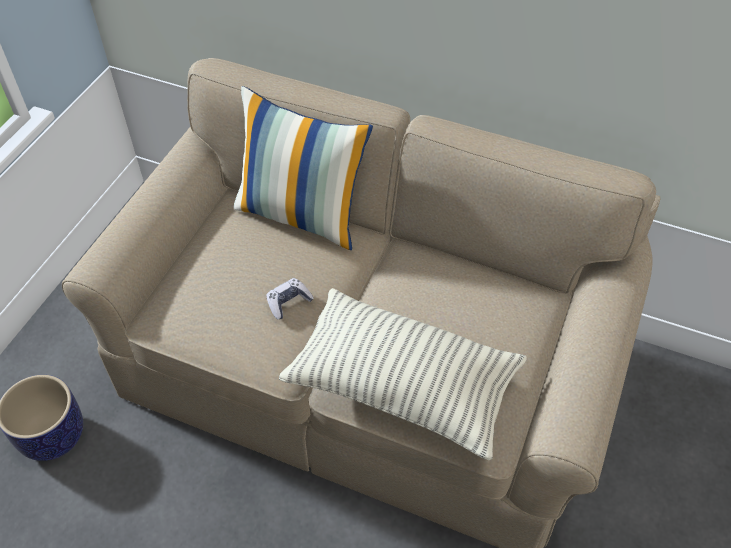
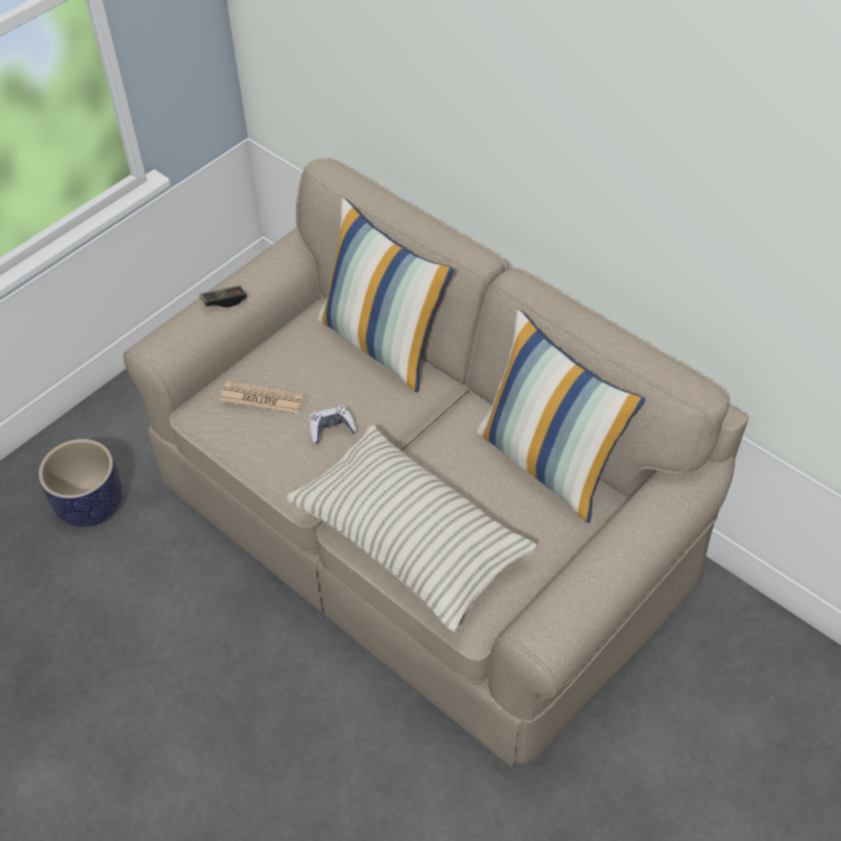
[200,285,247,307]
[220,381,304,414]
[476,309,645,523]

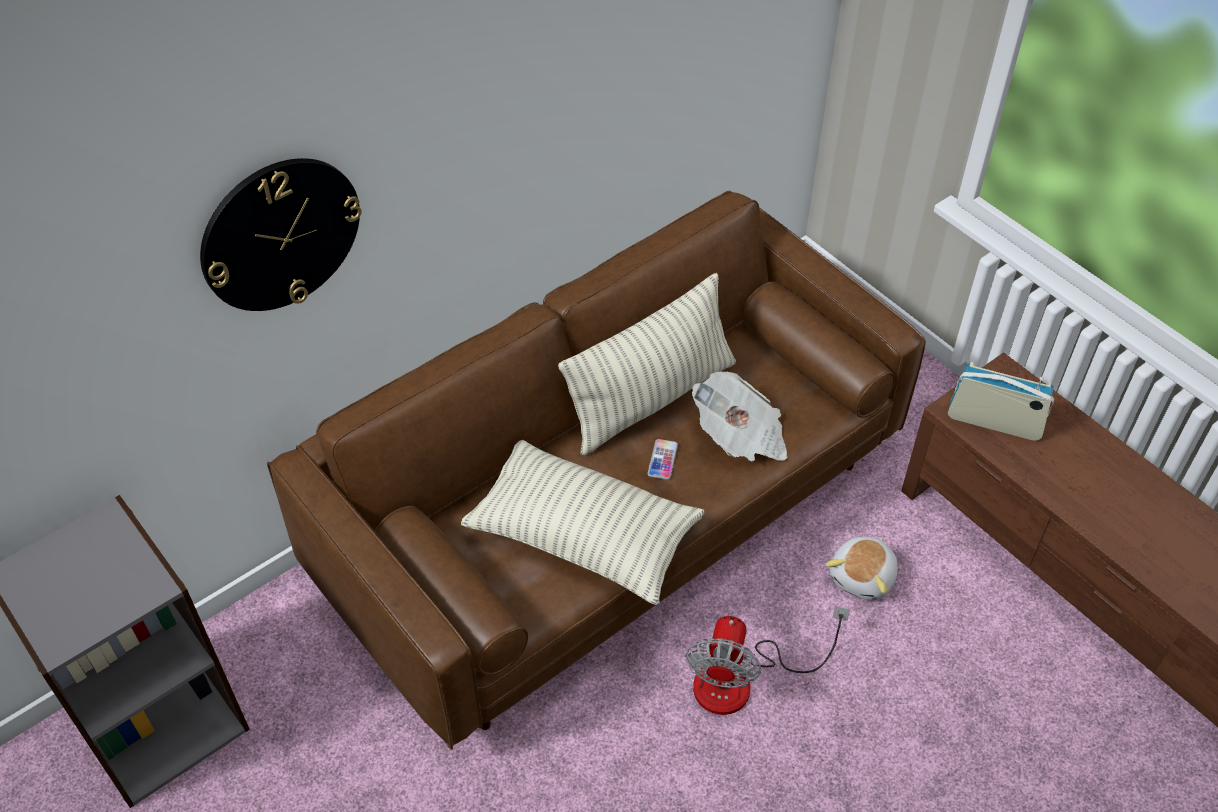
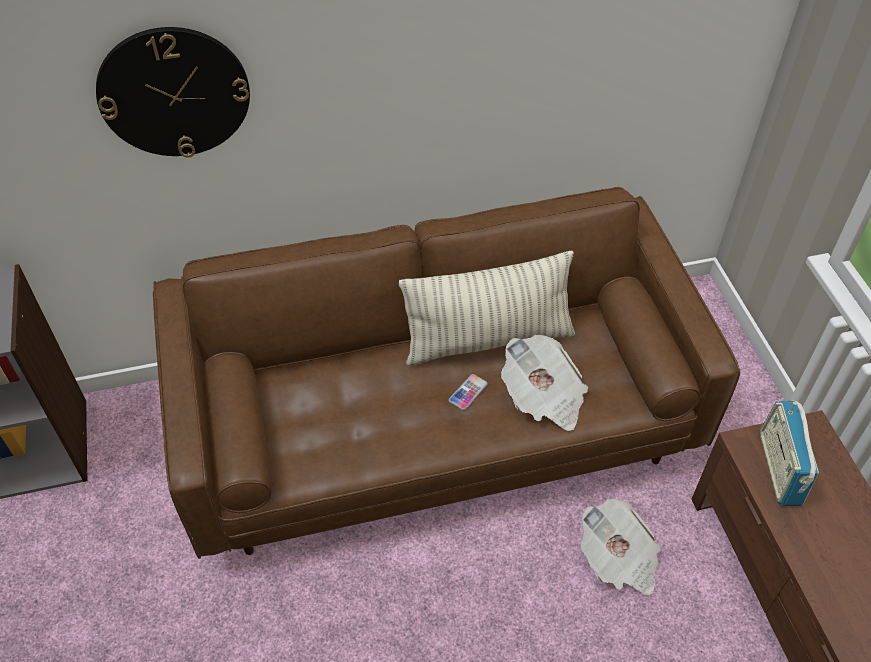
[461,440,705,605] (first image)
[685,606,850,715] (first image)
[581,499,661,595]
[760,400,819,506]

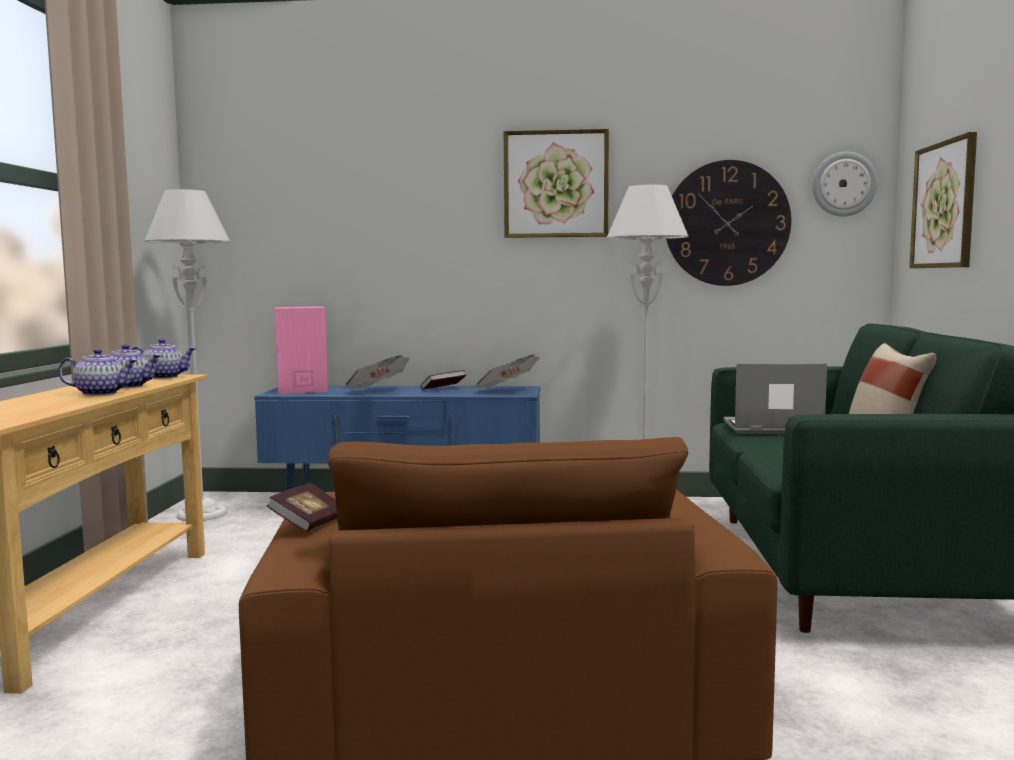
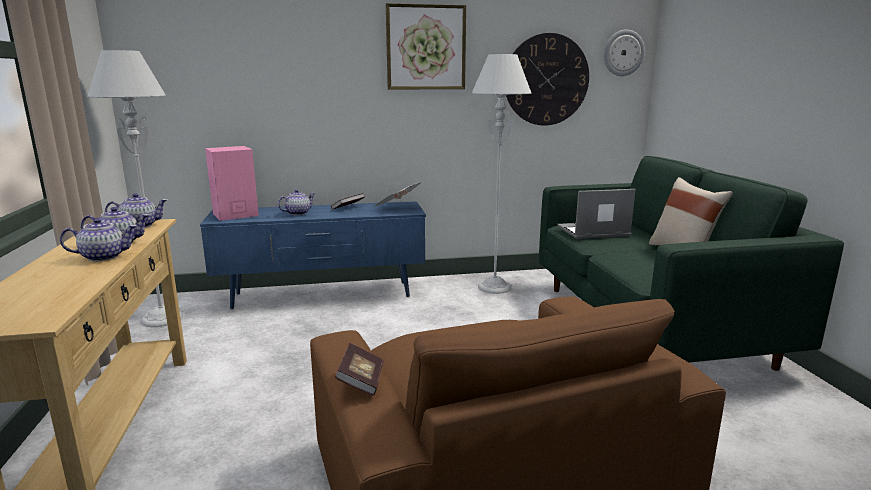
[909,132,977,268] (first image)
[278,190,316,215]

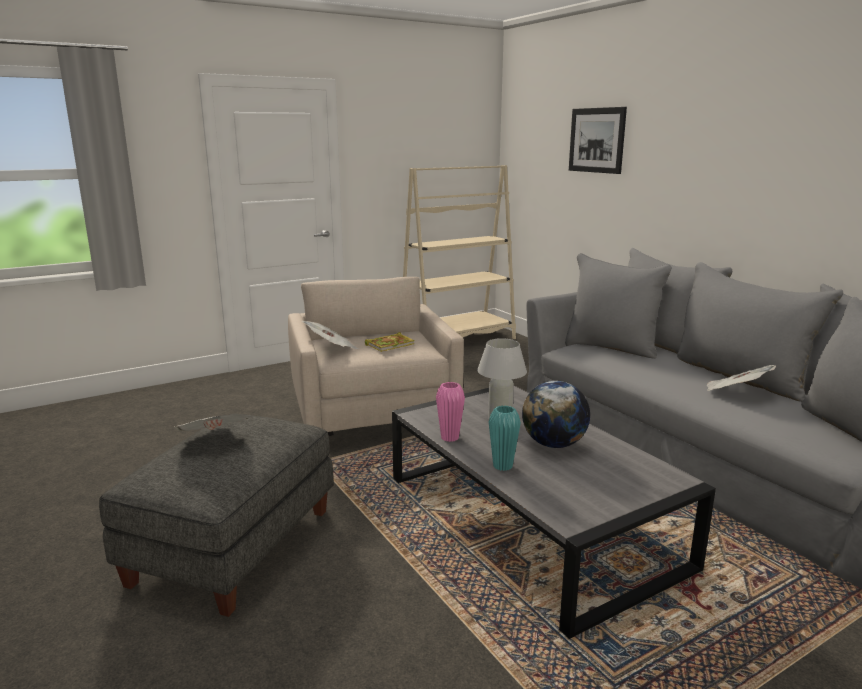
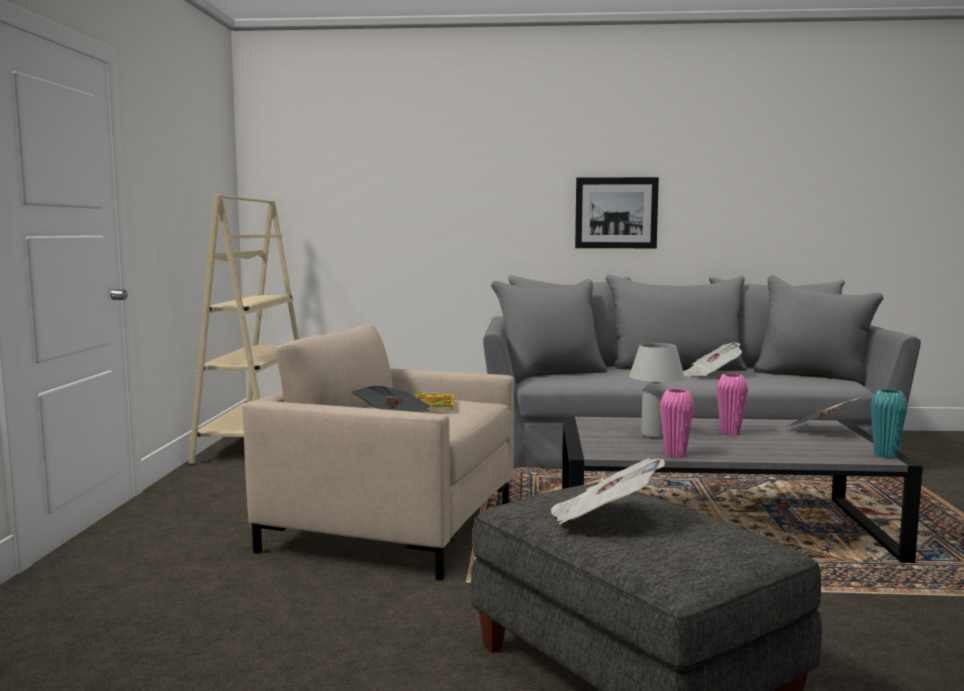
[786,397,862,427]
[870,389,908,458]
[575,177,659,248]
[717,374,748,436]

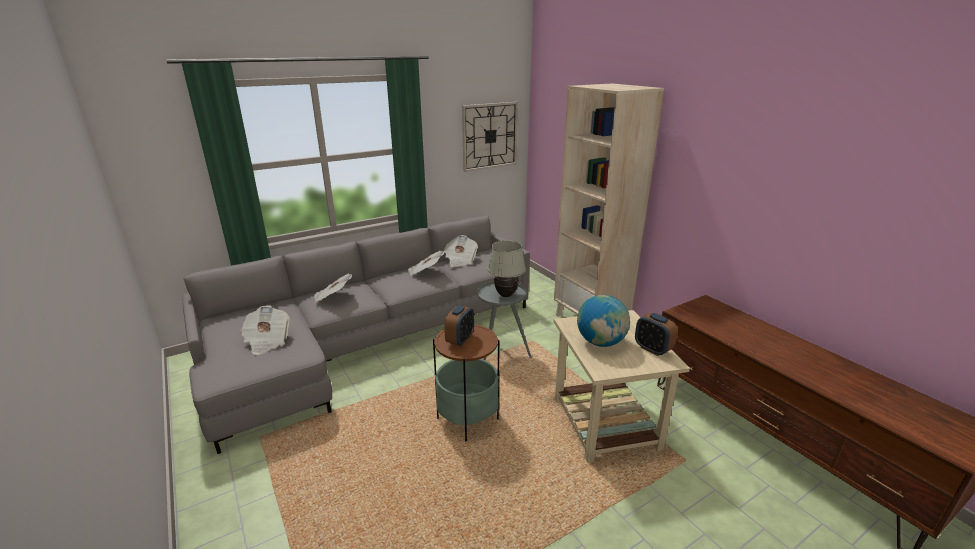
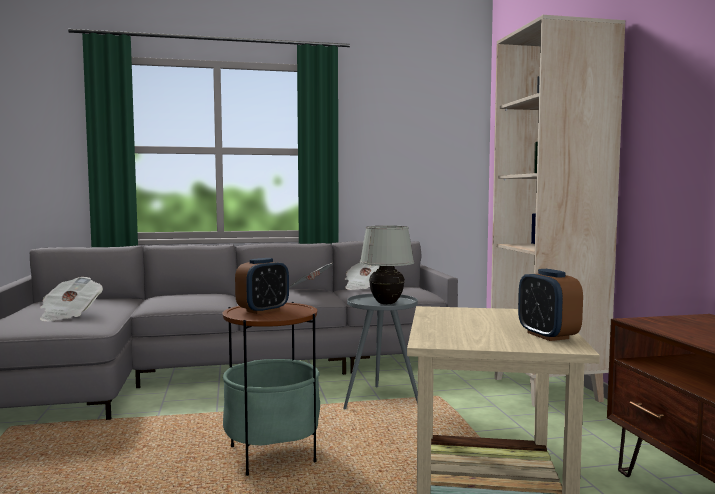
[314,273,352,303] (first image)
[462,102,518,172] (first image)
[577,295,630,347] (first image)

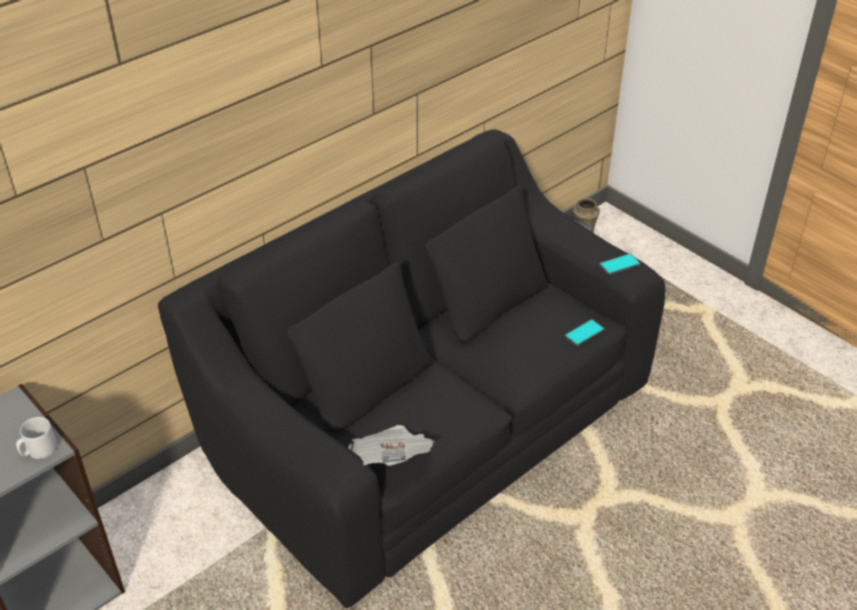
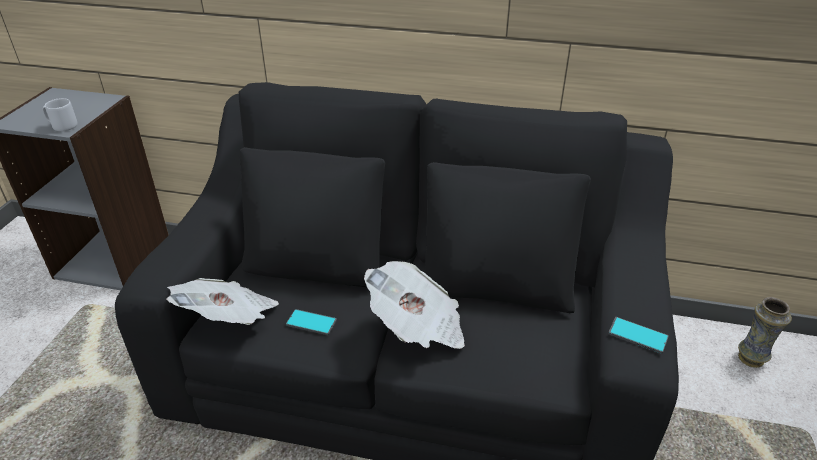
[364,261,465,349]
[286,309,337,335]

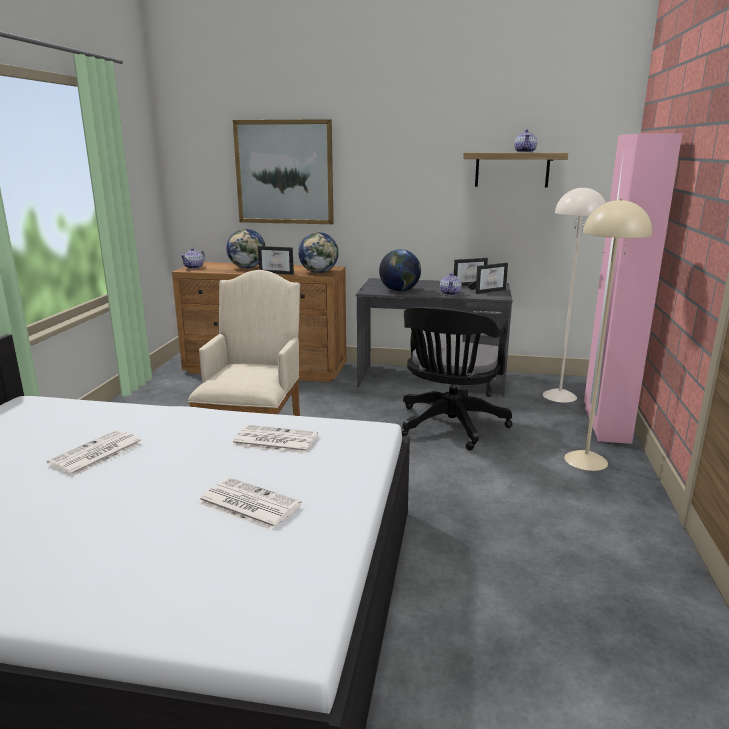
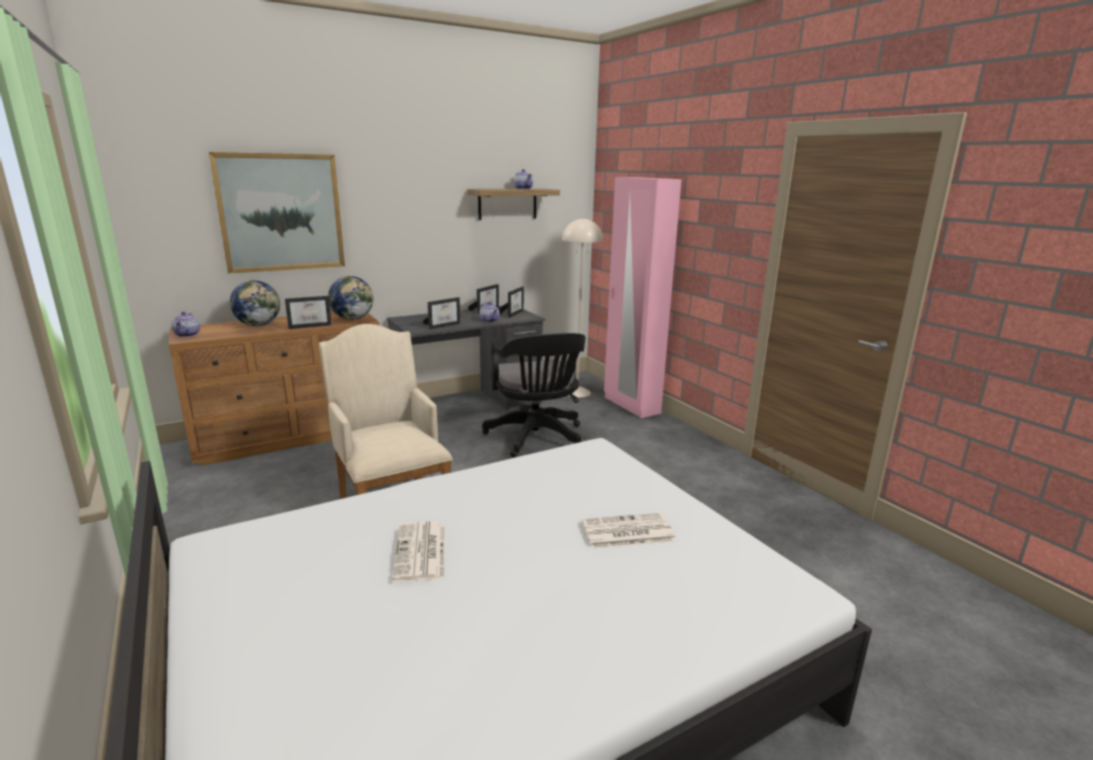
[232,425,318,454] (first image)
[564,198,652,471] (first image)
[423,297,460,329]

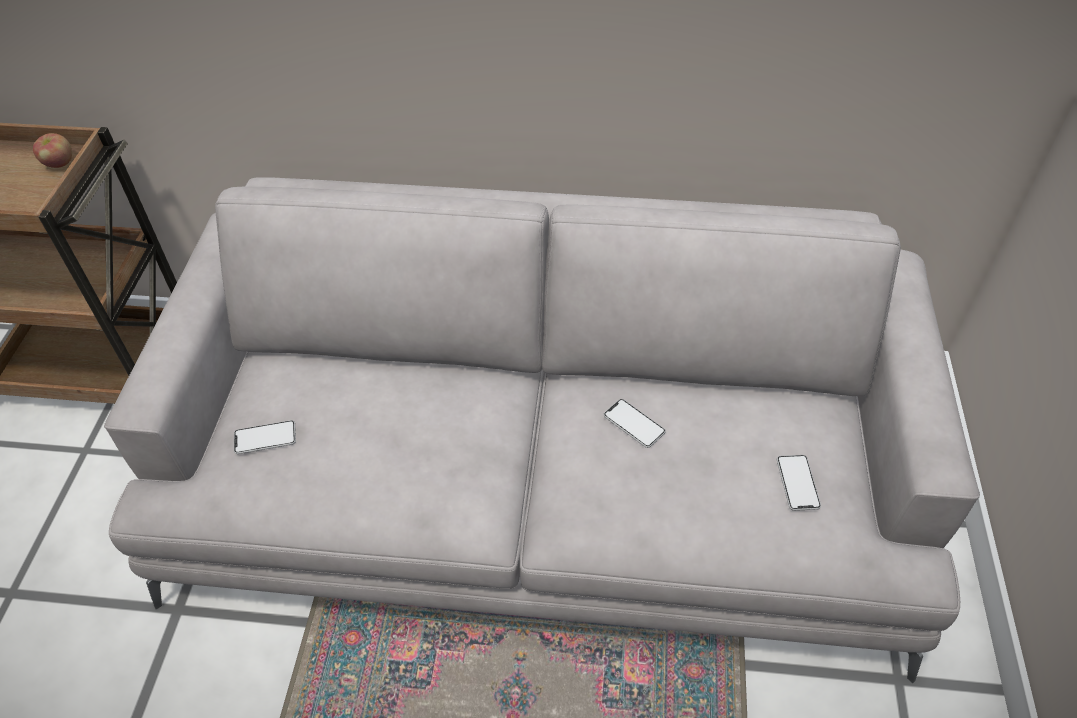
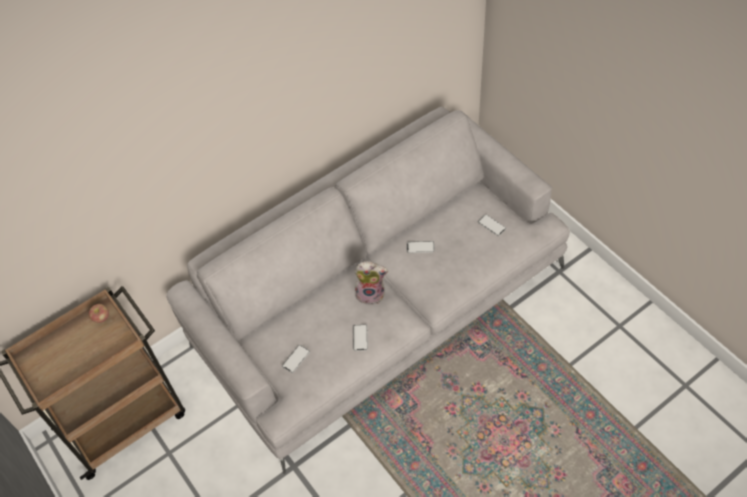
[353,324,368,351]
[354,261,388,305]

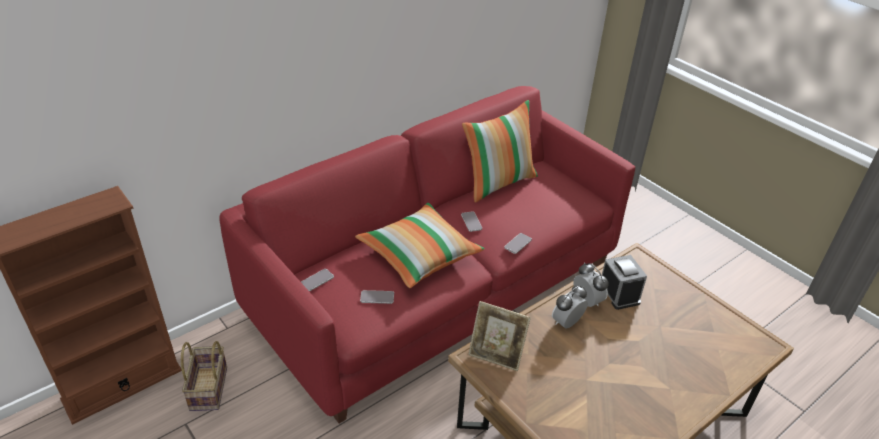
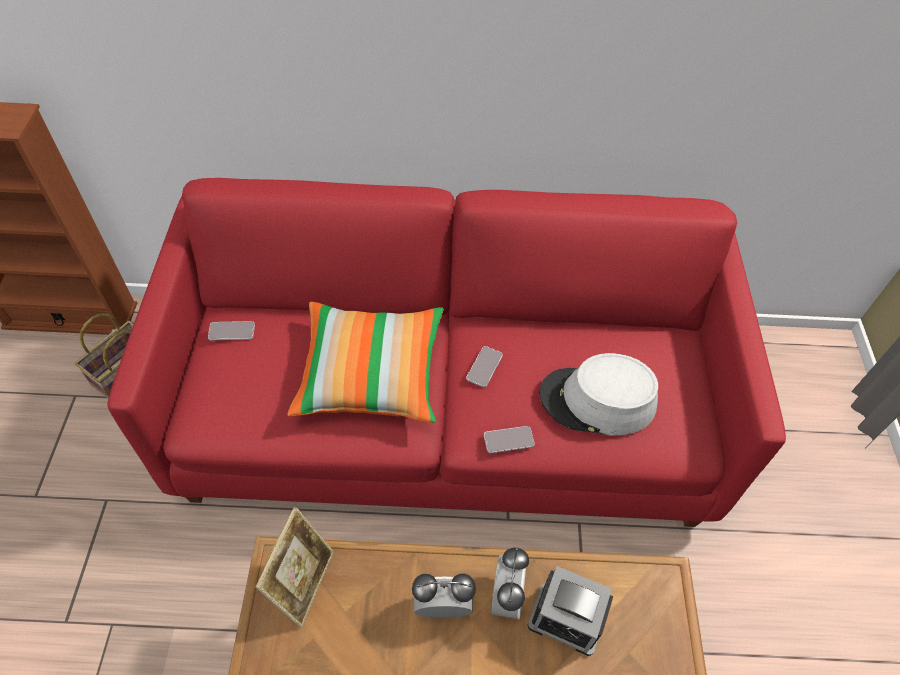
[360,290,394,304] (first image)
[462,100,538,203] (first image)
[539,353,658,436]
[255,507,334,628]
[527,566,613,656]

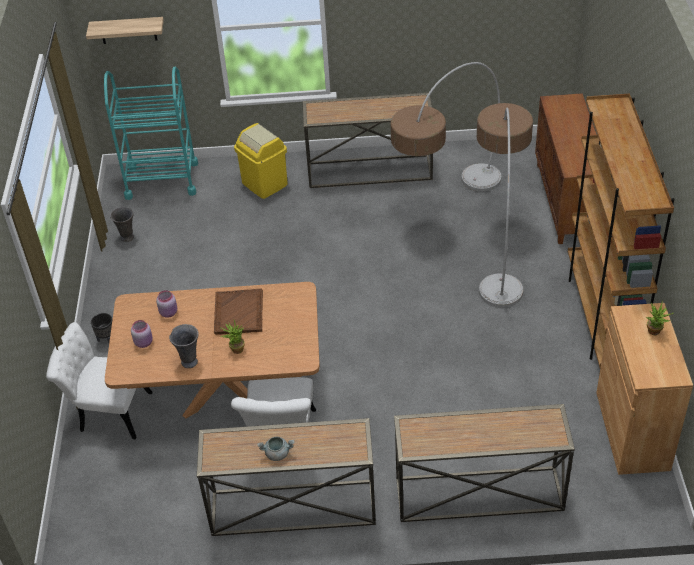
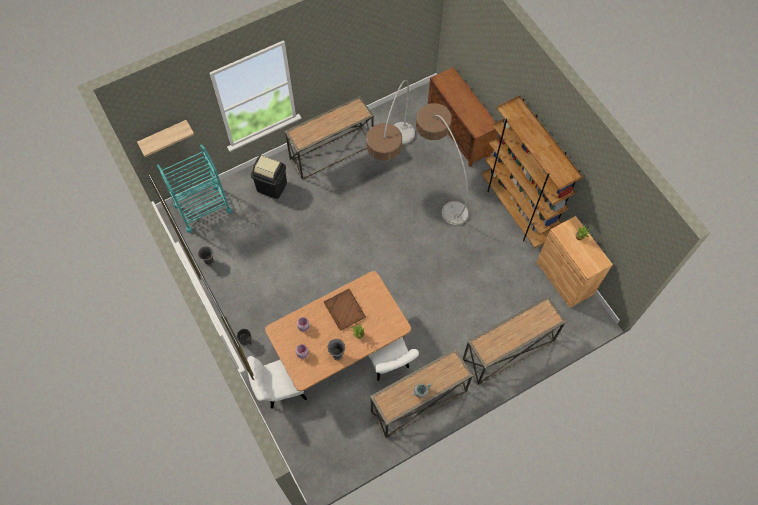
[251,155,287,199]

